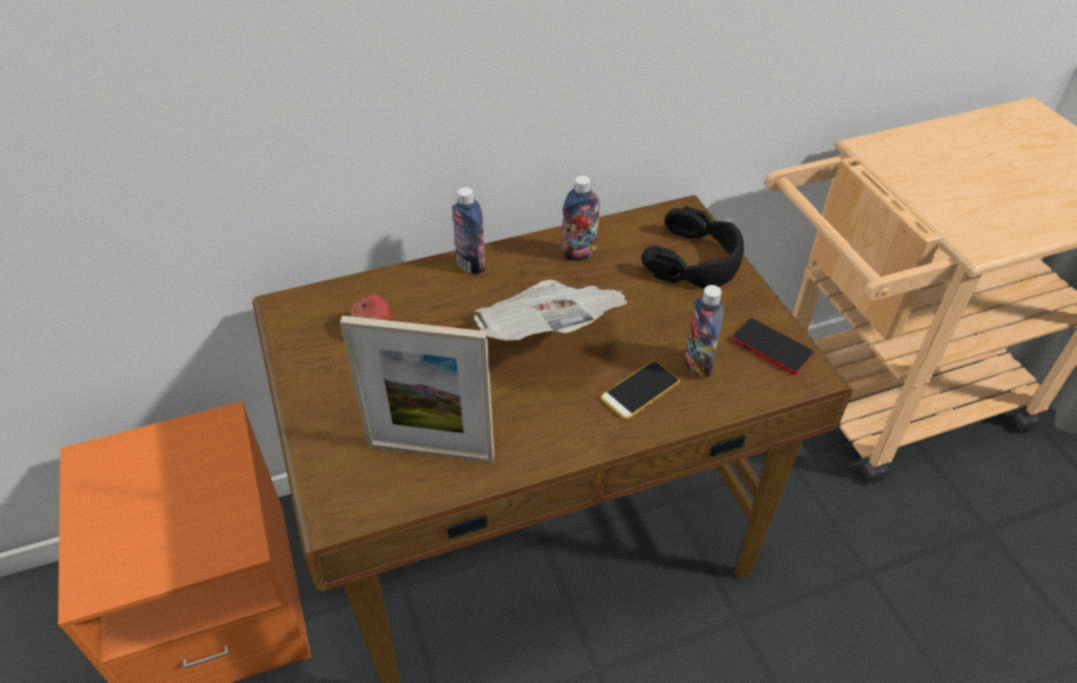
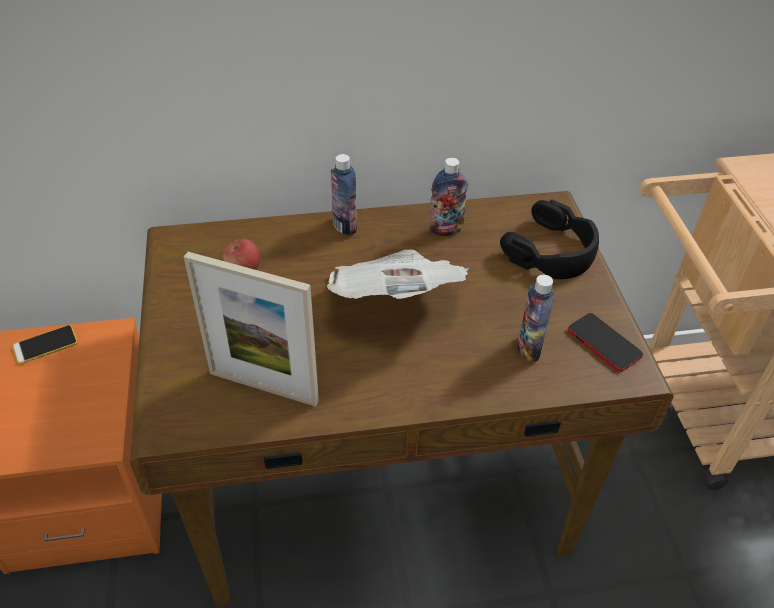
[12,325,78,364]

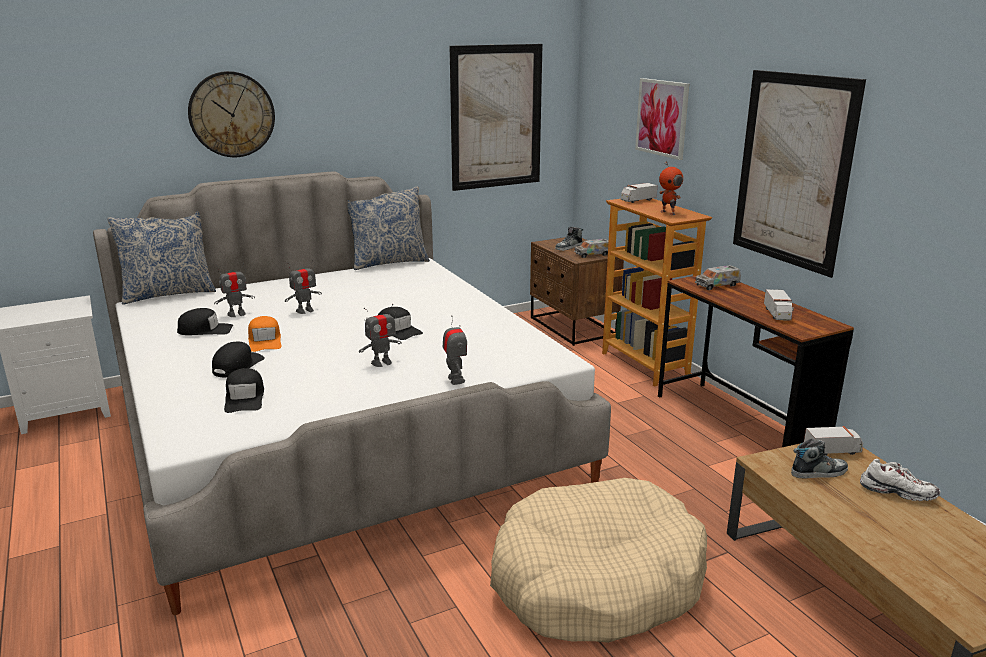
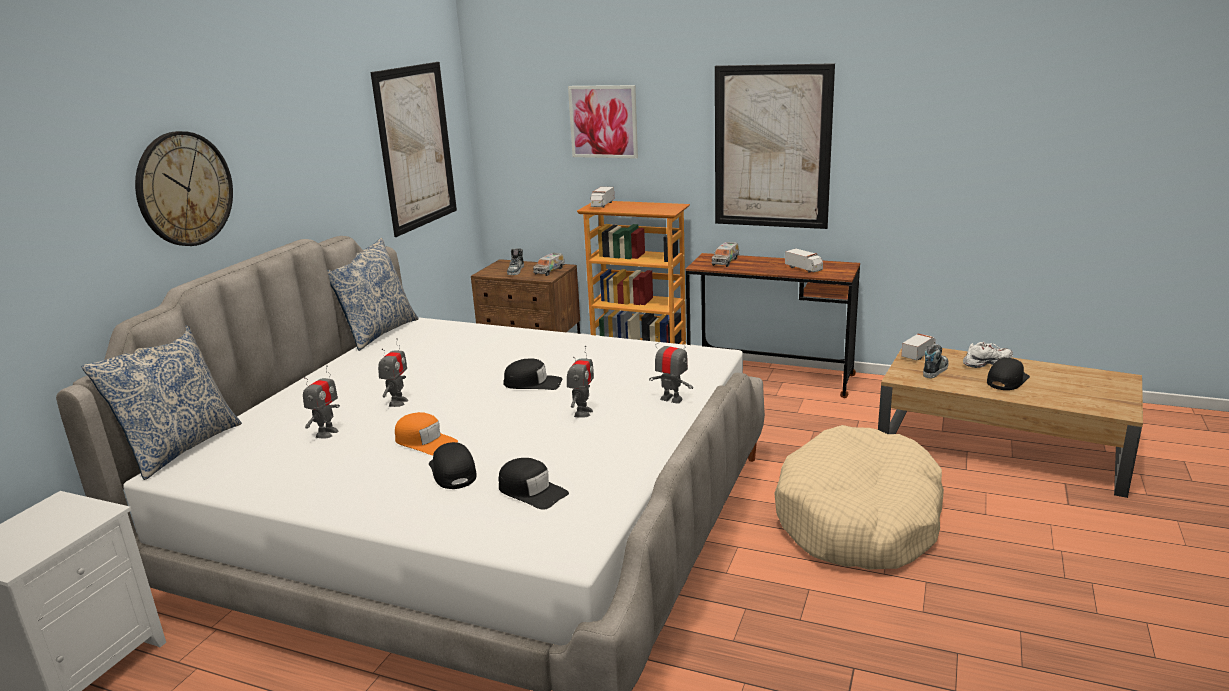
[659,161,683,215] (first image)
[987,358,1030,390]

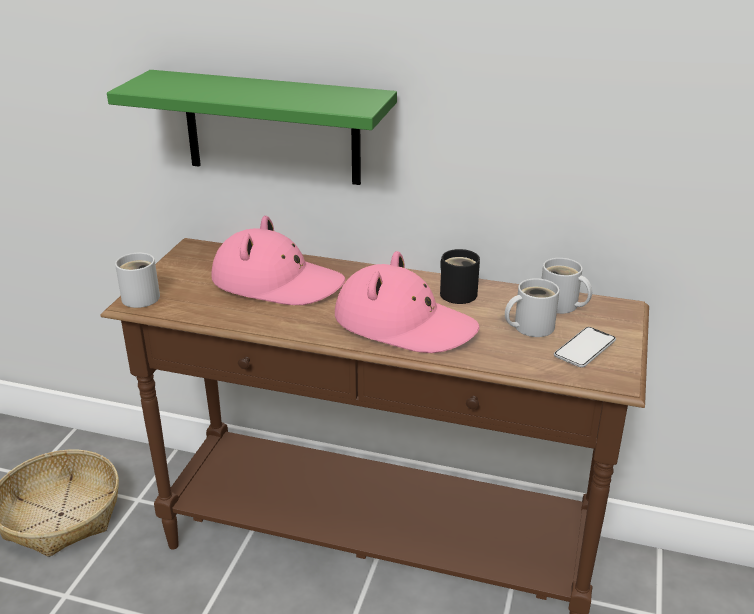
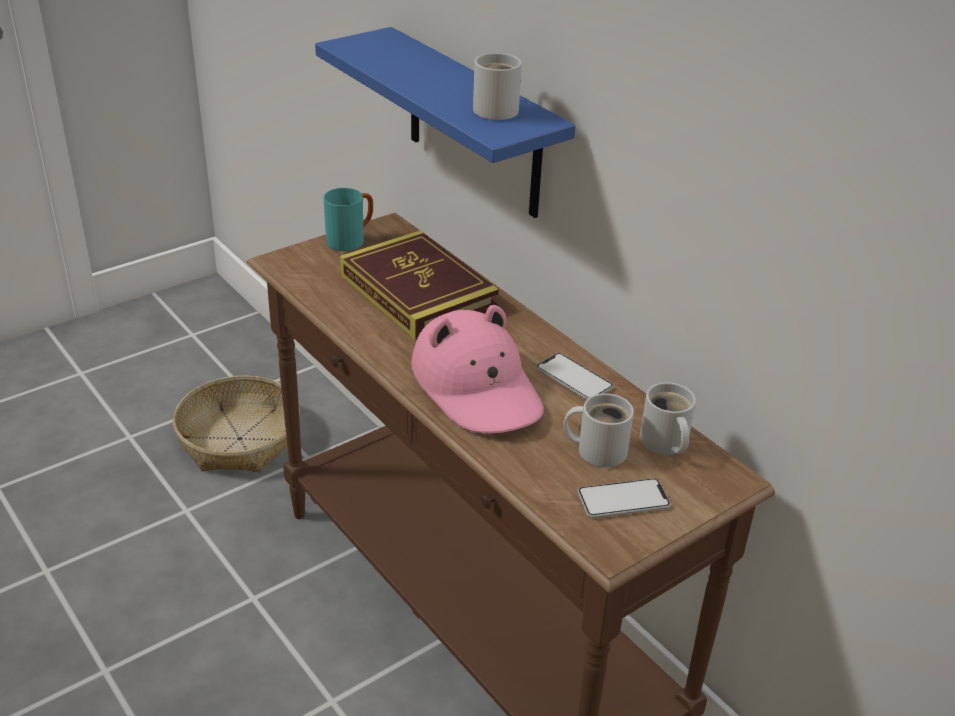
[323,188,373,251]
[473,53,522,120]
[340,230,499,341]
[536,353,613,400]
[315,27,576,218]

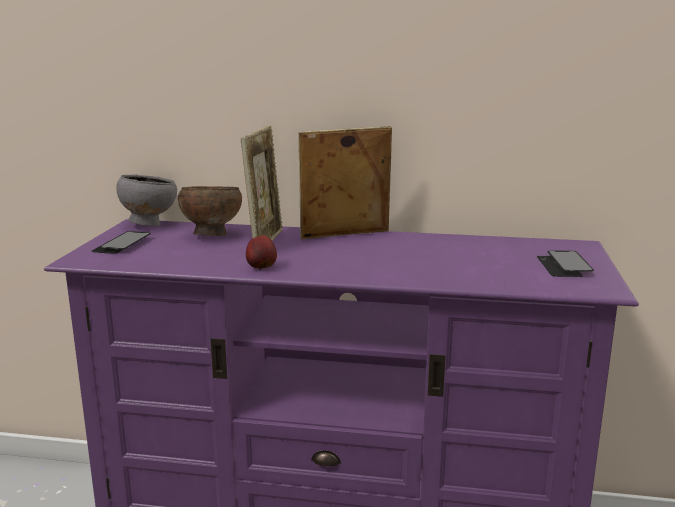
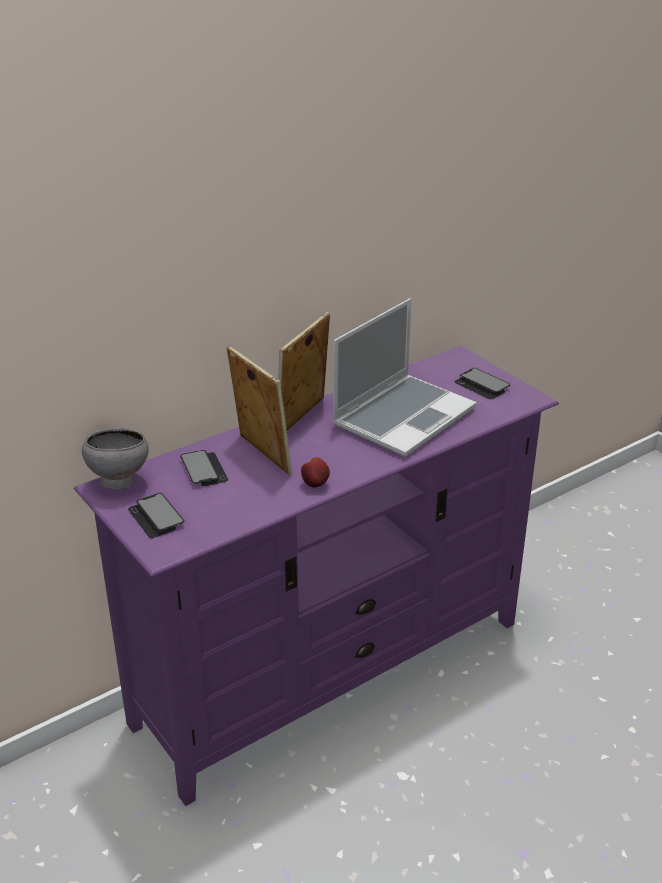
[332,298,477,457]
[180,450,228,486]

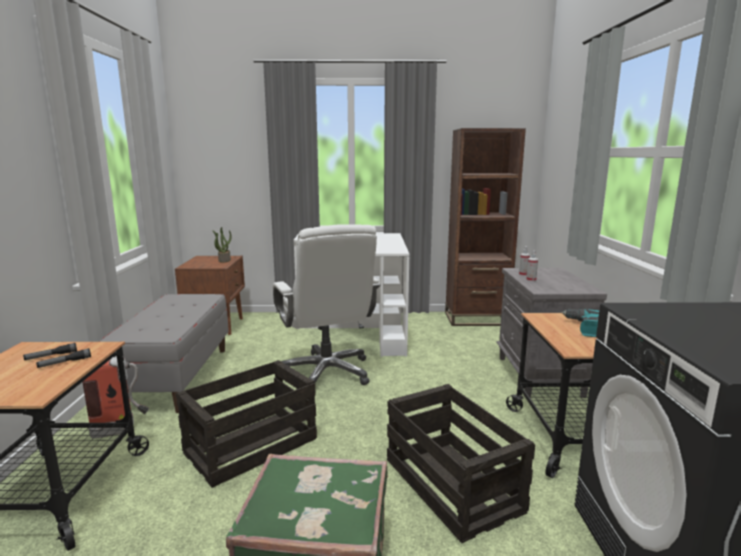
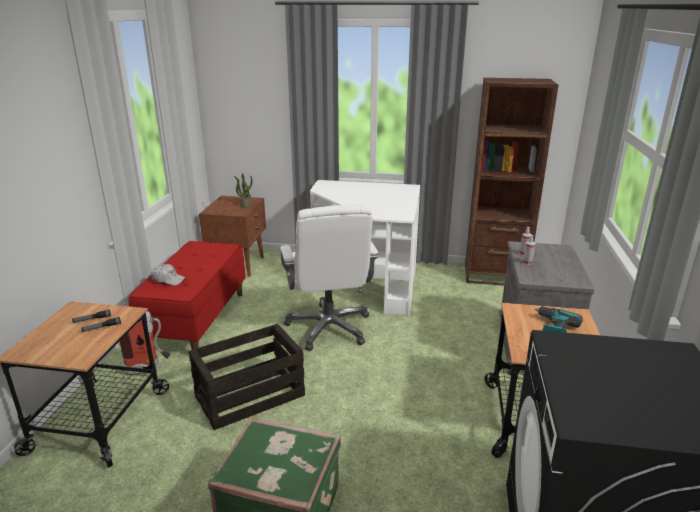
[387,384,535,543] (first image)
[151,264,186,286]
[129,241,246,350]

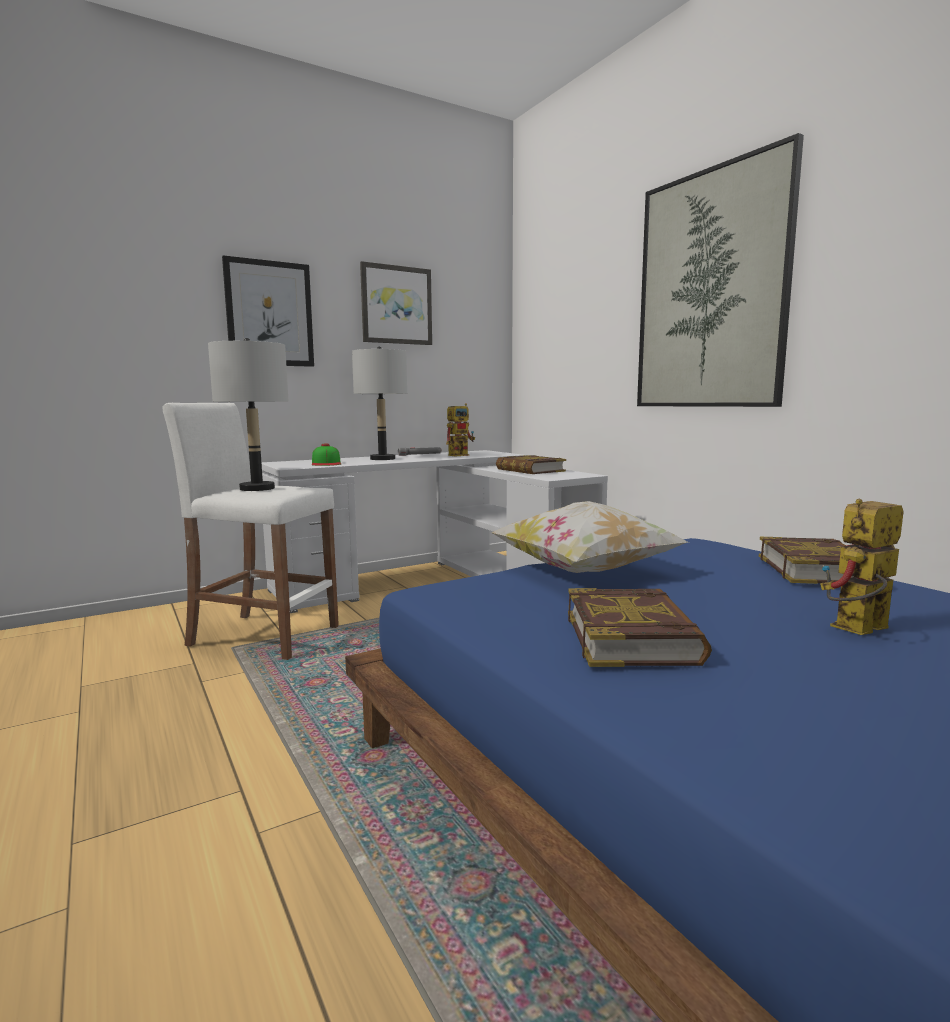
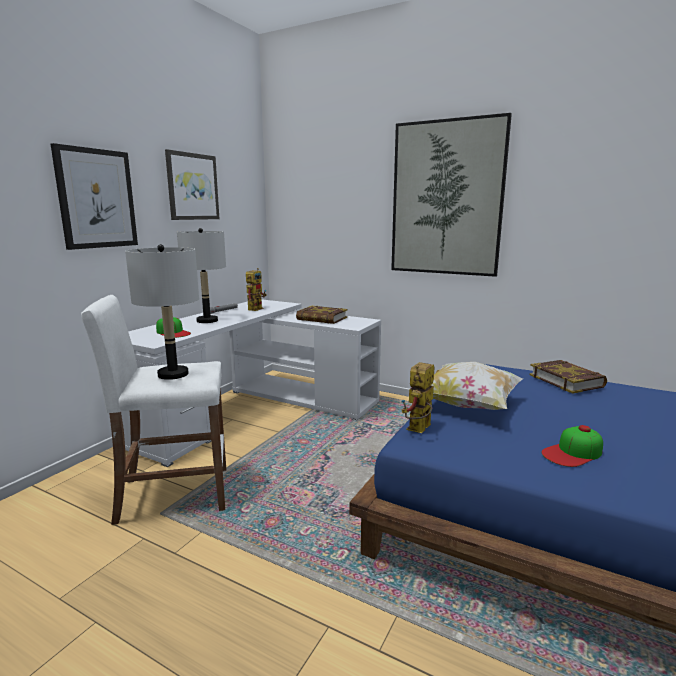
[401,362,435,433]
[542,425,603,467]

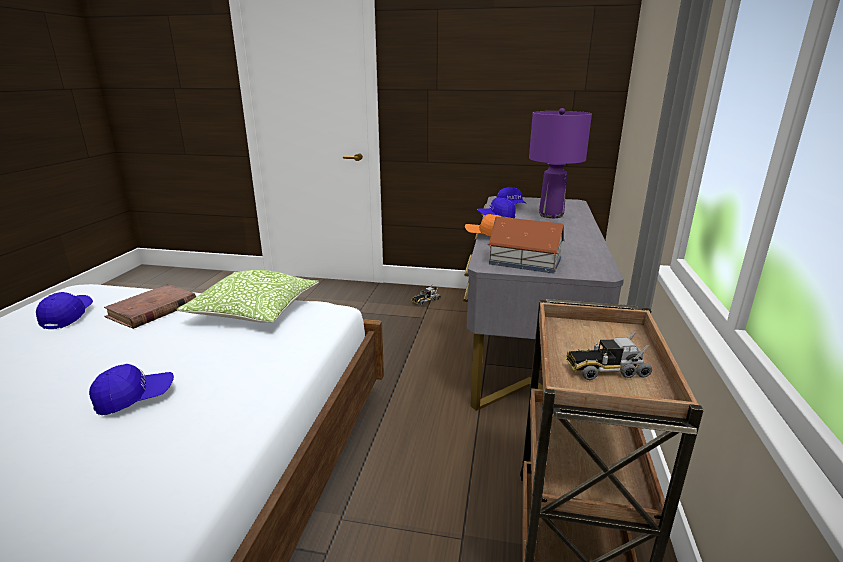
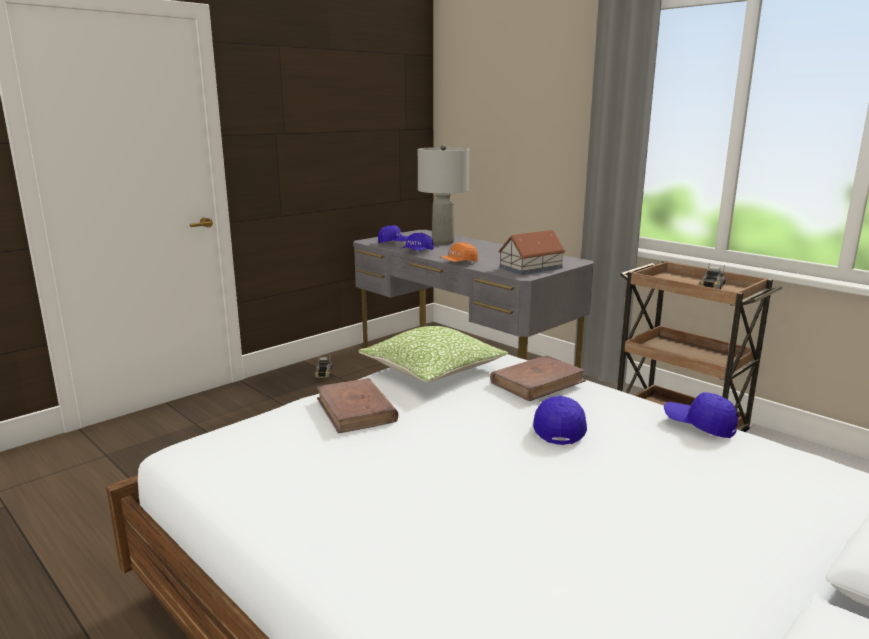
[490,355,586,401]
[664,392,738,438]
[418,145,469,245]

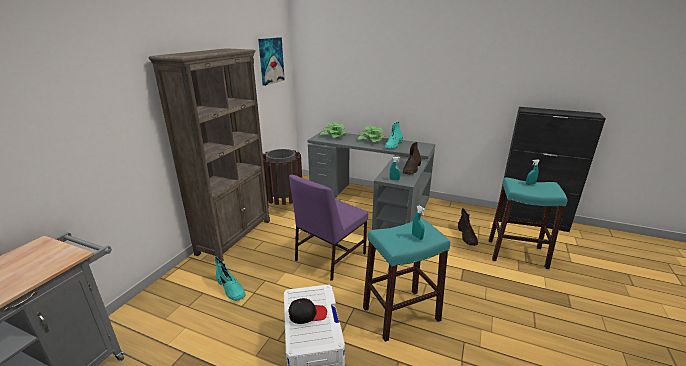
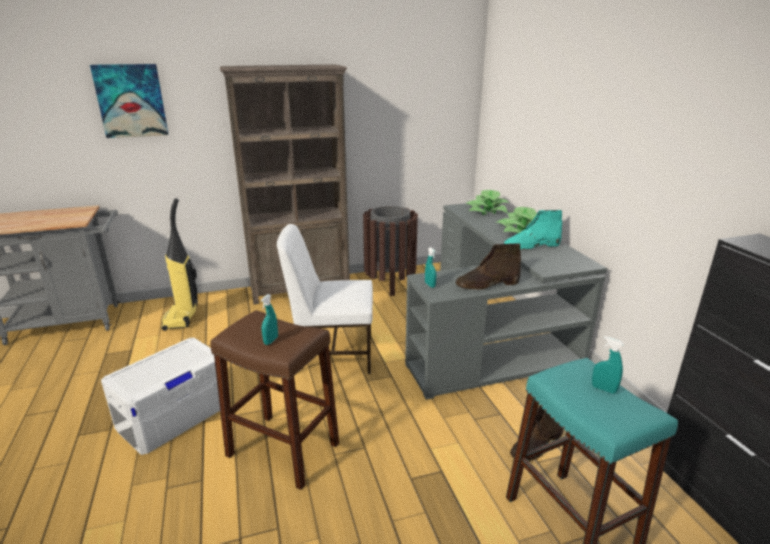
[214,257,246,301] (first image)
[288,298,327,324] (first image)
[161,198,198,331]
[90,64,169,138]
[277,224,373,374]
[211,310,339,490]

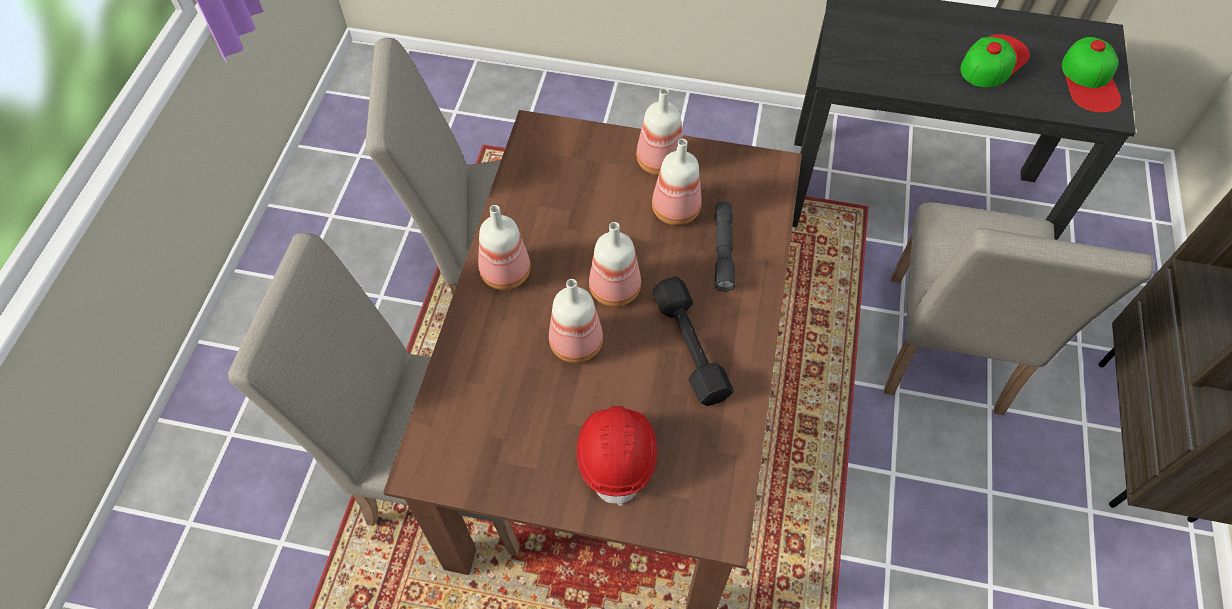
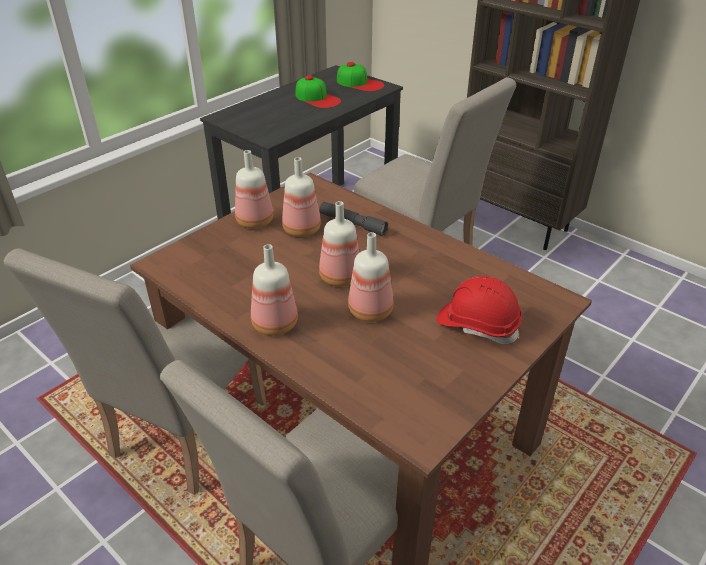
[652,276,734,406] (first image)
[296,75,341,108]

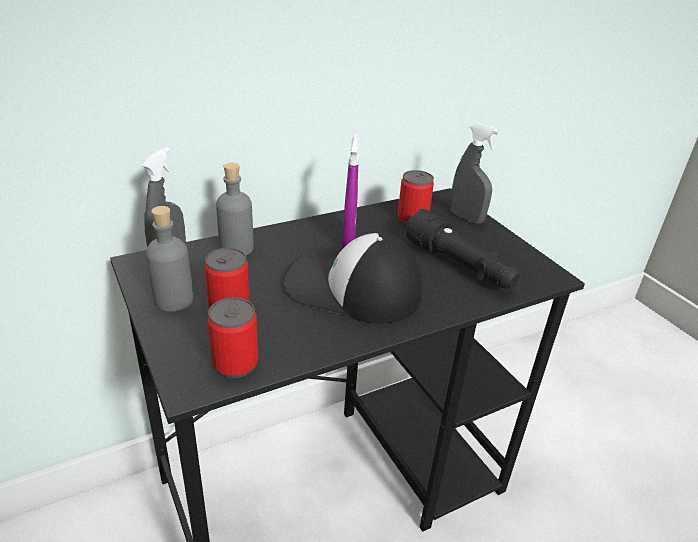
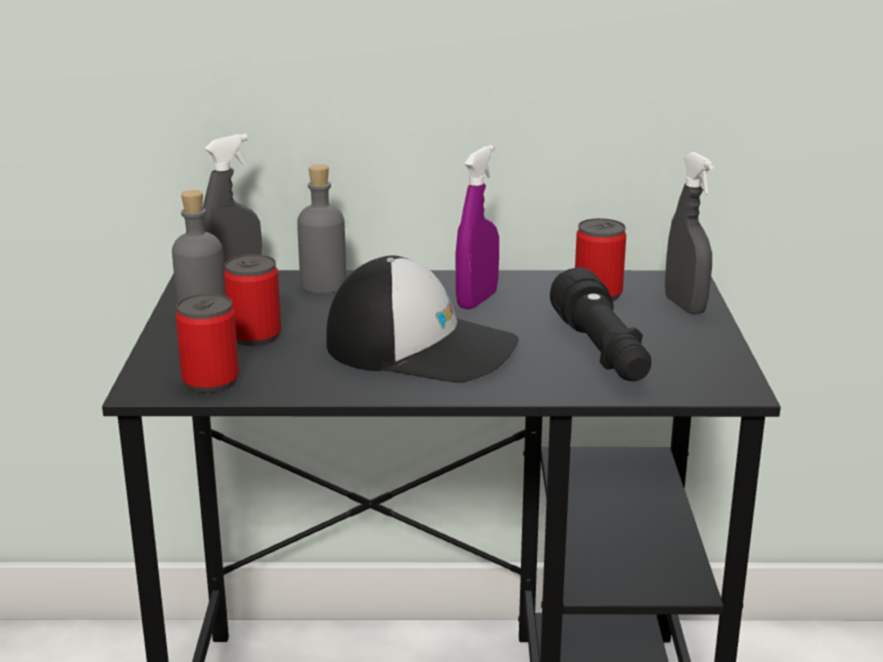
[326,255,518,382]

